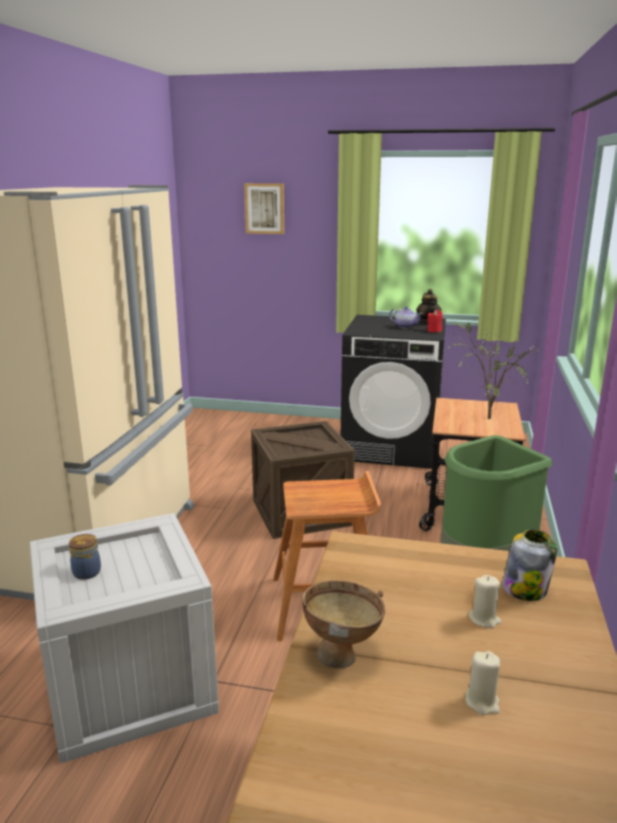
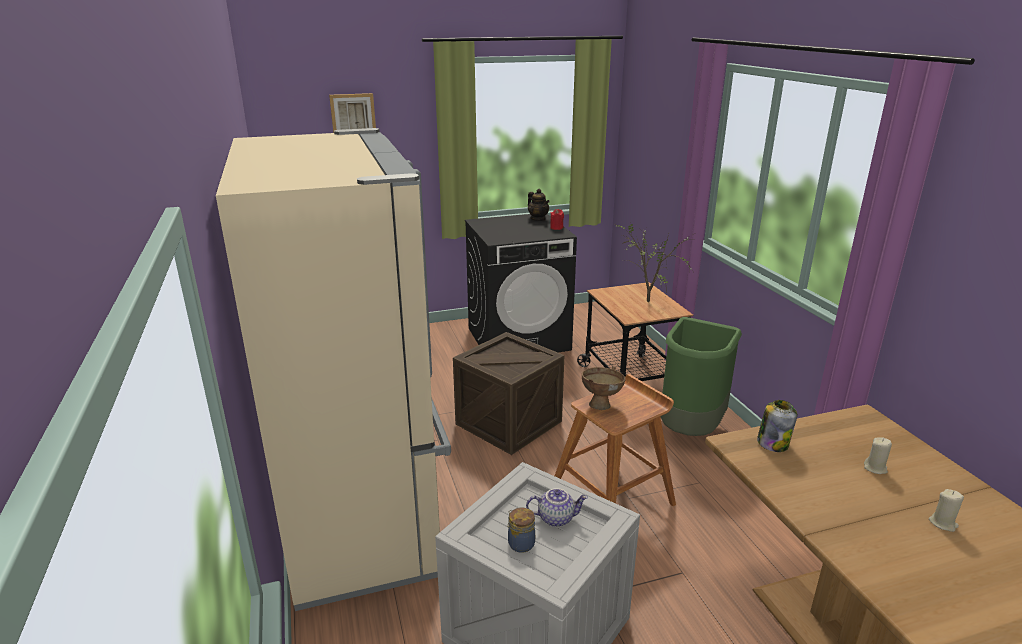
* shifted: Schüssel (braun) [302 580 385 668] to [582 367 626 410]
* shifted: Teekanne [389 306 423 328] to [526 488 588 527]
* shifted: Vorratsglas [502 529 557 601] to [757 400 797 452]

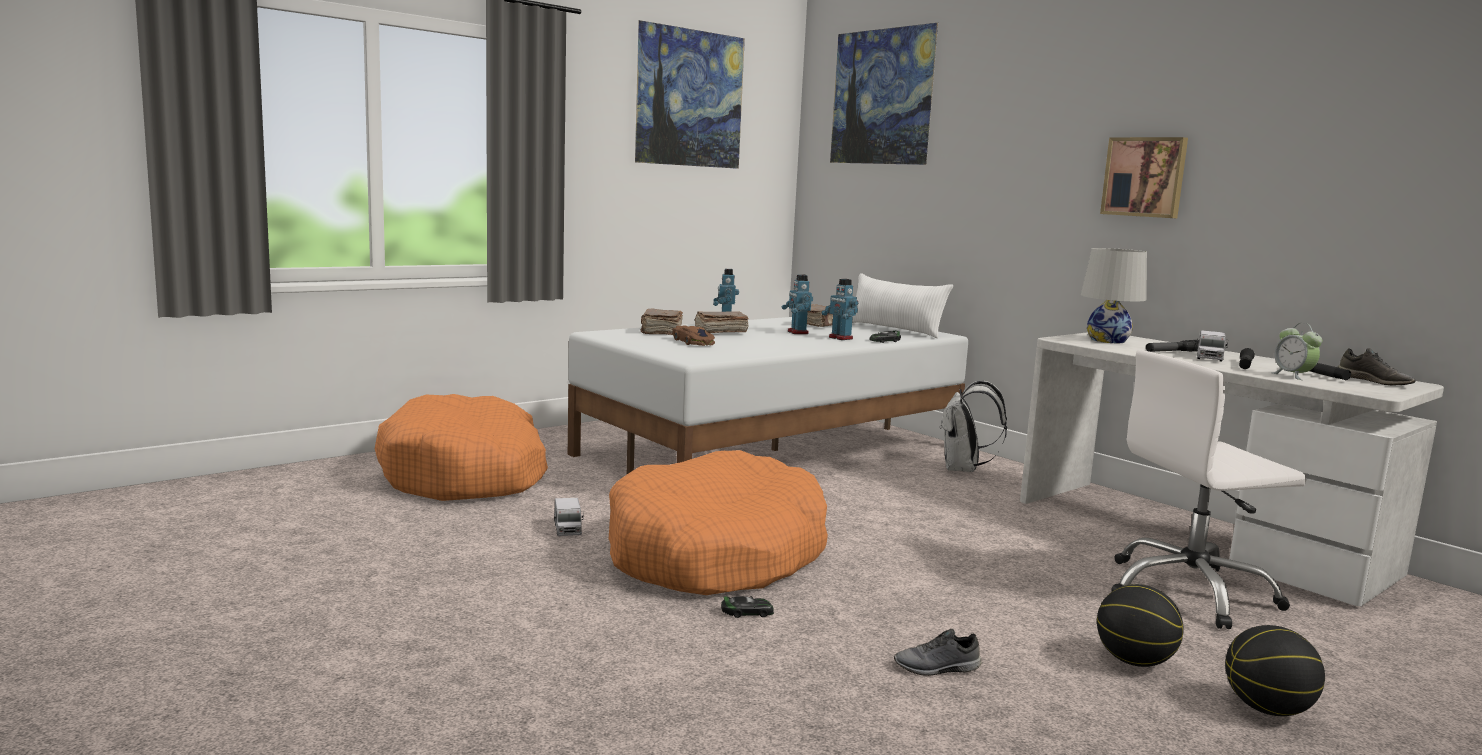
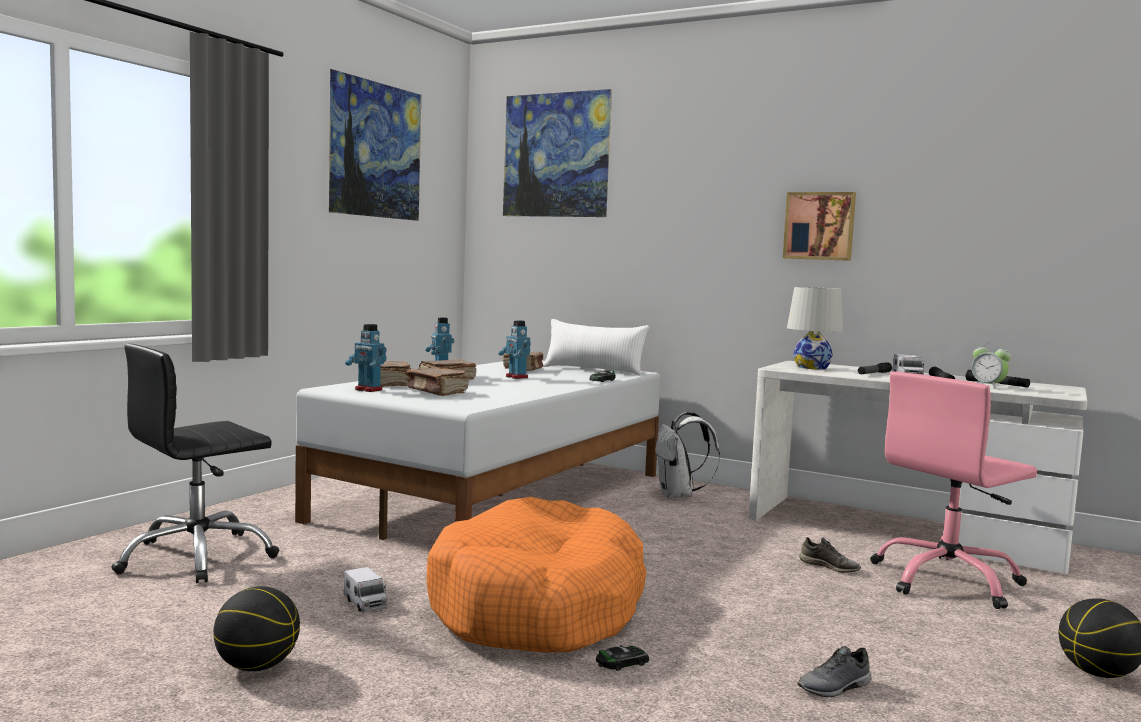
* shifted: Spielzeugroboter [822 279 858 340] to [345 324 386 392]
* shifted: Basketball [1097 584 1184 667] to [214 586 300 671]
* shifted: Schuh (grau) [1338 348 1416 385] to [799 537 861 573]
* swapped: Hundebett (orange) [375 394 548 501] to Bürostuhl (schwarz) [111 344 279 583]
* swapped: Spielzeugauto (braun) [672 326 715 346] to Buch (braun) [405 368 469 396]
* repainted: Bürostuhl (weiß) [1111 350 1307 629] to Bürostuhl (rosa) [870 371 1037 609]

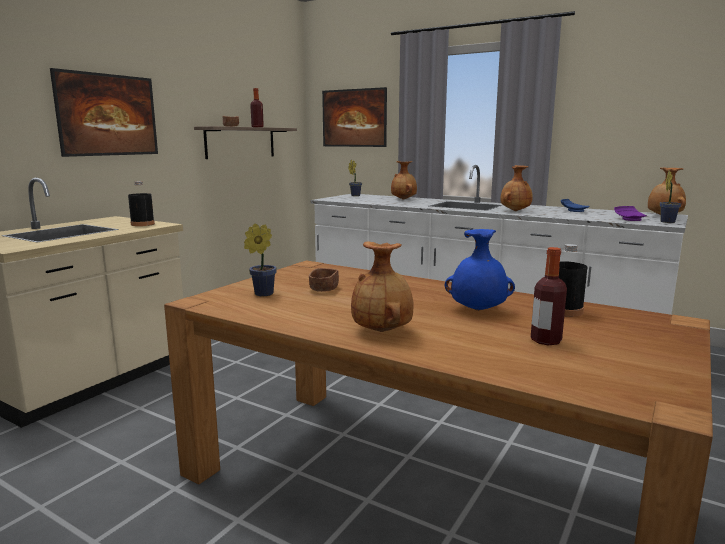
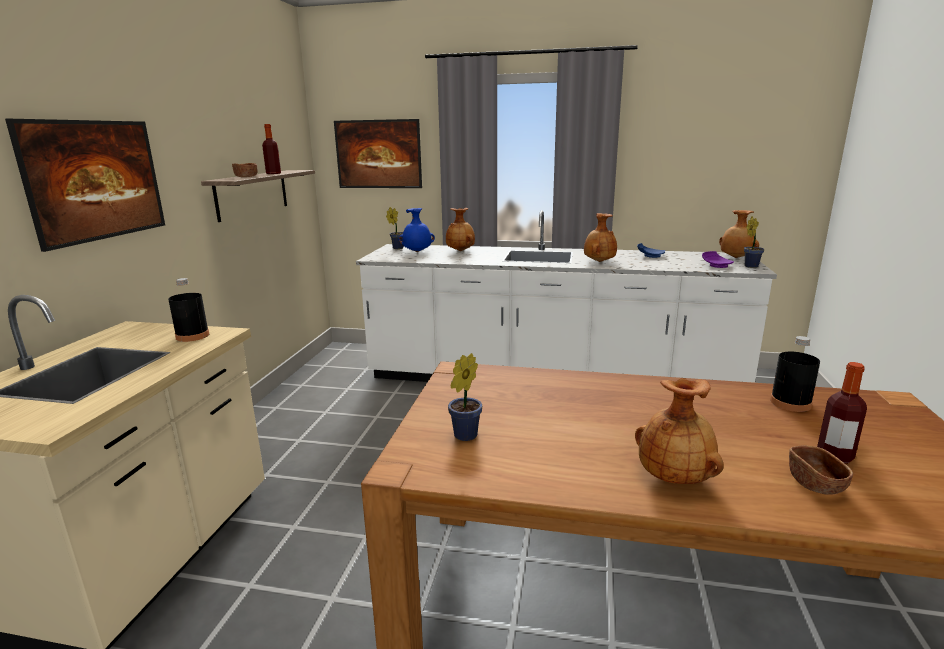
* shifted: Schüssel (braun) [309 268 339 292] to [789 446 853 495]
* shifted: Vase (blau) [445 229 515 311] to [399 208 435 252]

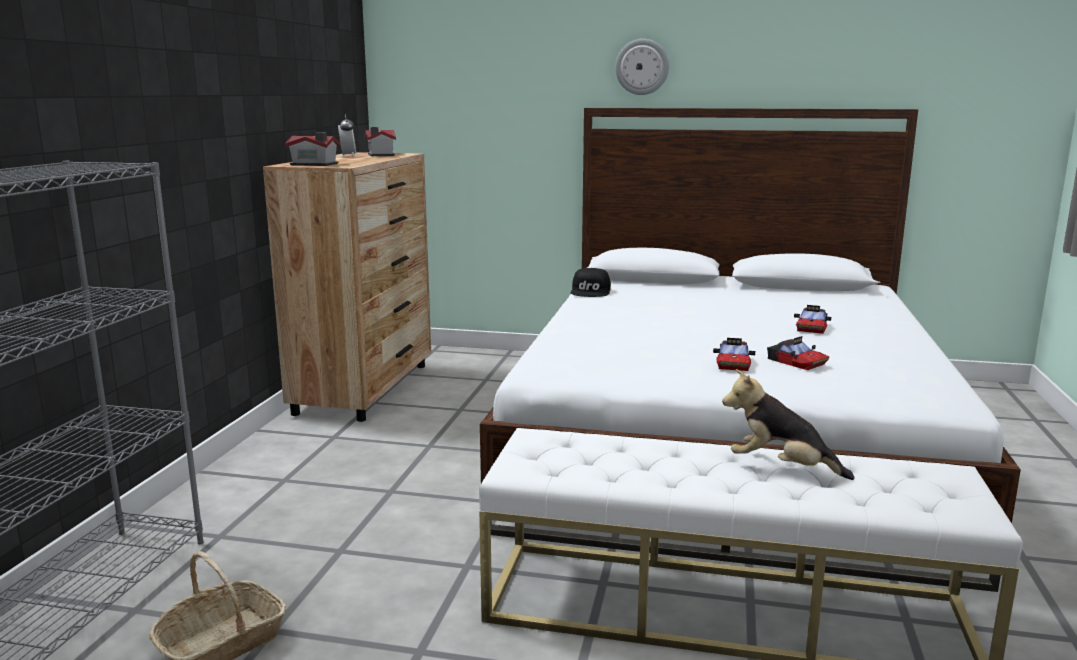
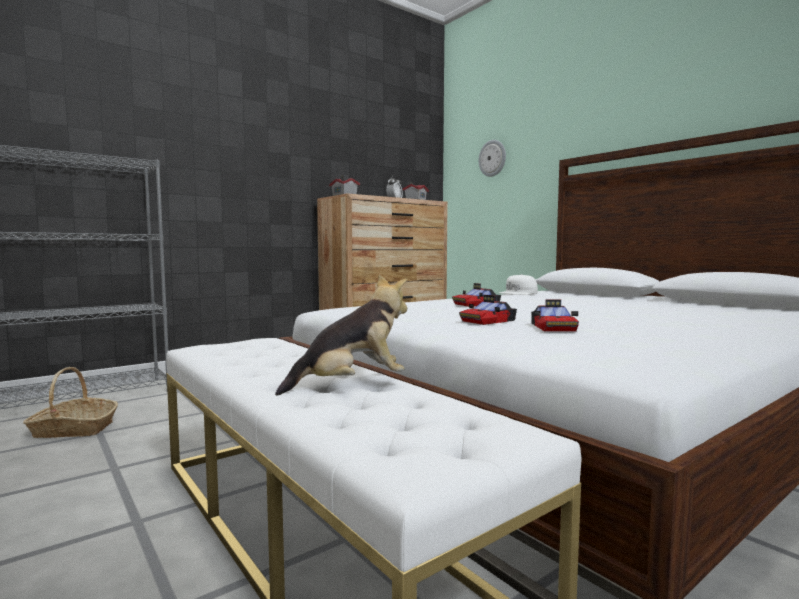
* shifted: Wanduhr [615 39 669 95] to [479 140 506 177]
* shifted: Spielzeugauto [794 305 831 334] to [452 283 501 307]
* repainted: Kappe (schwarz) [571 268 611 297] to Kappe (weiß) [499 274 538 295]
* rotated: Plüschtier [722 369 854 480] = [275 275 407 395] 90 degrees clockwise

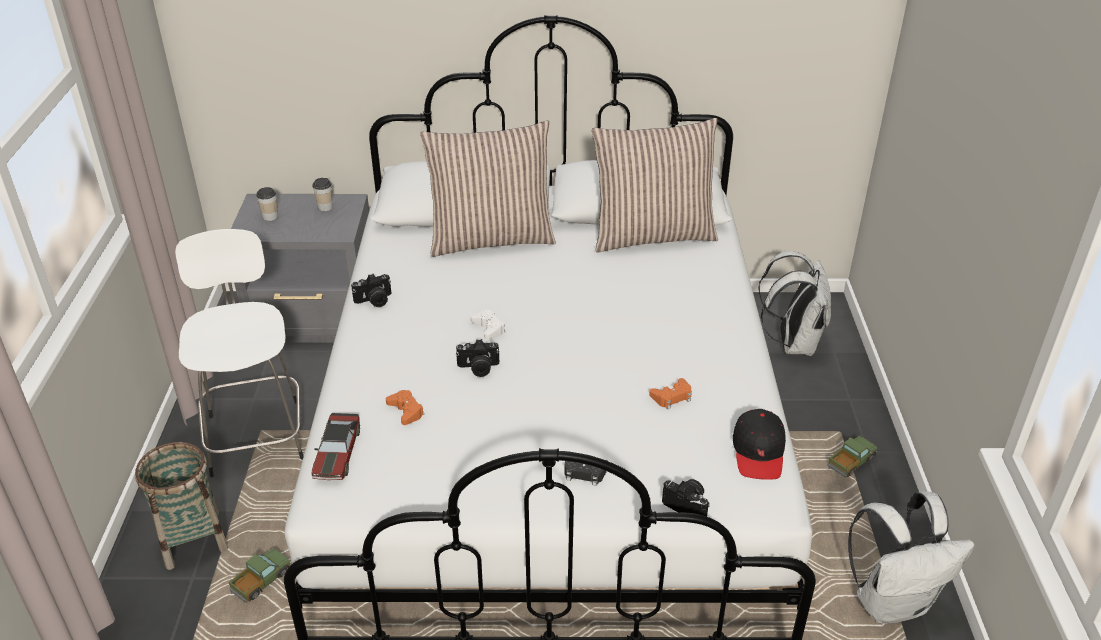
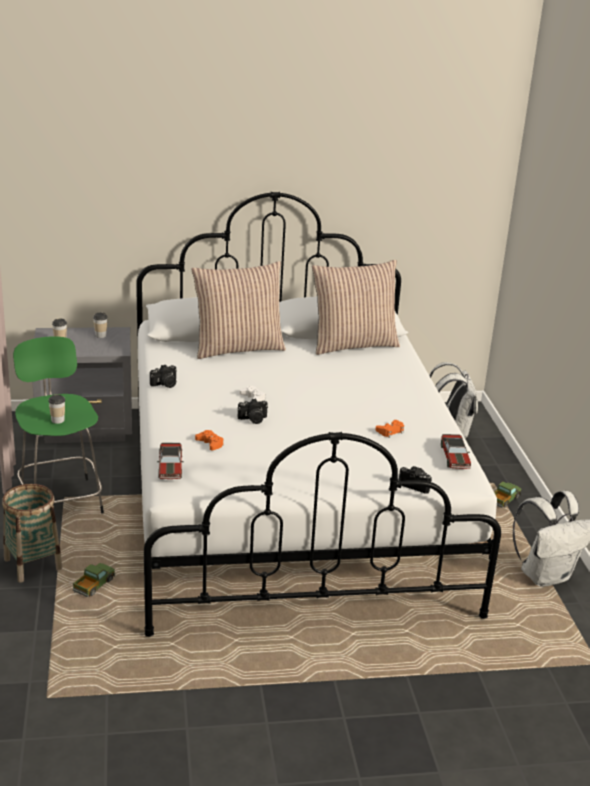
* gone: Gamepad (schwarz) [564 460 607 486]
* new: Tasse [48 395 65 424]
* swapped: Kappe (schwarz) [733 409 786 480] to Spielzeugauto [441 434 471 469]
* repainted: Hocker (weiß) [175 229 304 477] to Hocker (grün) [13 336 104 513]

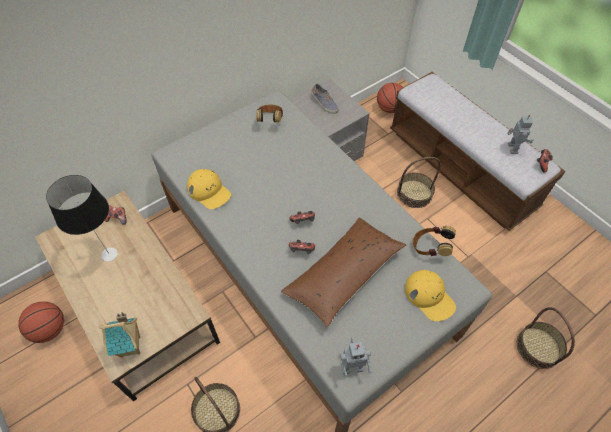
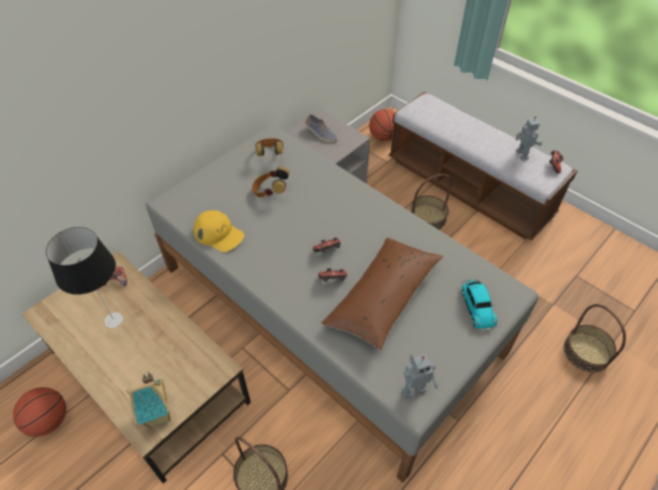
* shifted: Kopfhörer [413 226 456 256] to [252 166 289 197]
* swapped: Kappe (gelb) [405 270 456 321] to Spielzeugauto [460 279 497 331]

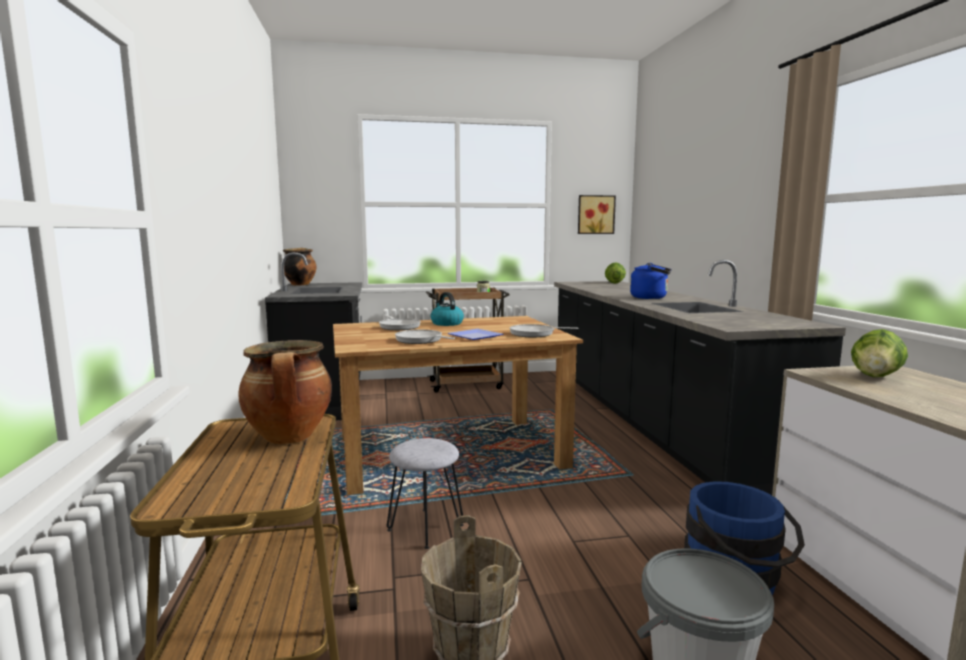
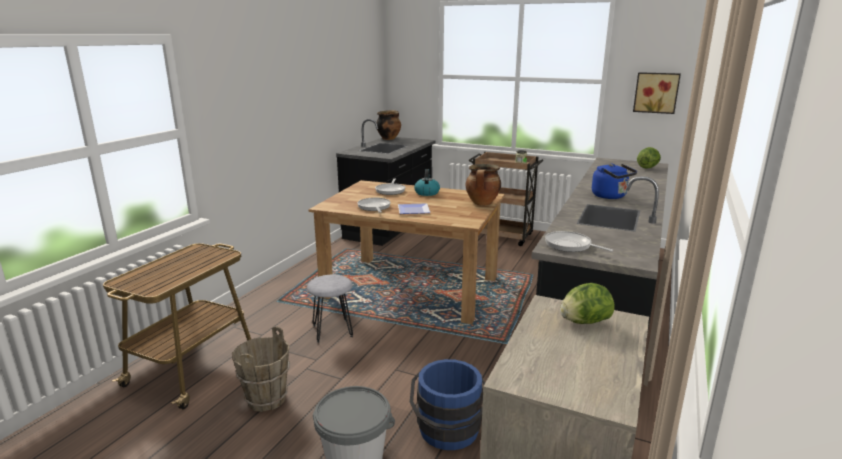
* shifted: Kochtopf [238 340 332 444] to [466 164 501 206]
* shifted: Pfanne [510 324 578 337] to [545 231 613 252]

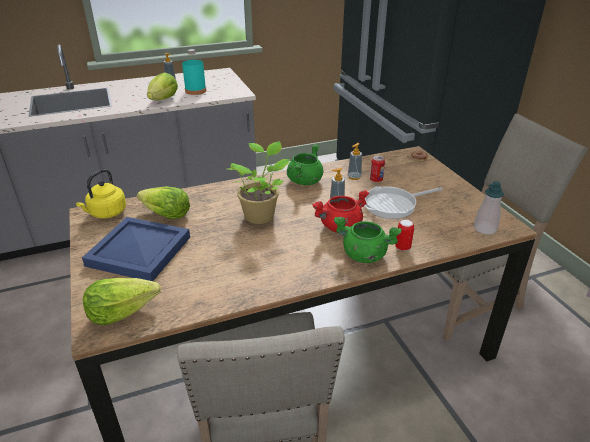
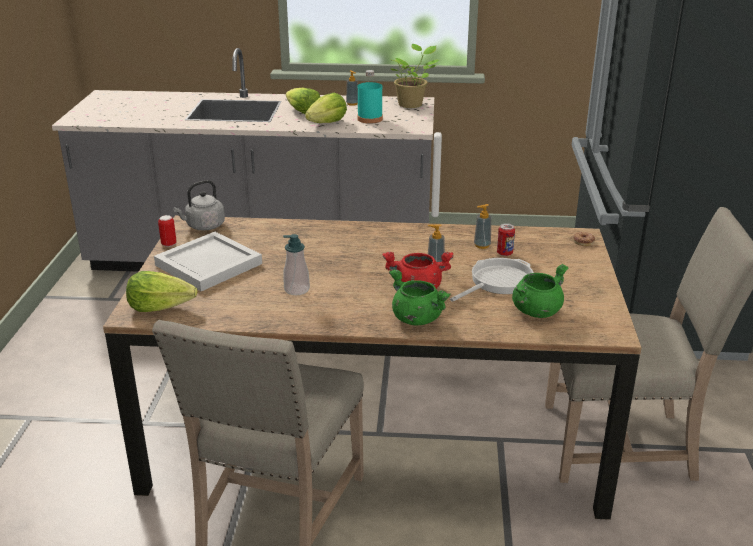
* shifted: Salatkopf [137 187 190 219] to [286 88 320 114]
* shifted: Topfpflanze [227 141 290 224] to [391 44 439 108]
* shifted: Kochtopf (grün) [287 144 323 185] to [512 264 568 318]
* shifted: Dose [395 220 414 251] to [158 215 177 247]
* shifted: Seifenspender [474 181 504 235] to [283 234 310 295]
* repainted: Wasserkessel (gelb) [76 169 126 219] to Wasserkessel (grau) [173 180 225 230]
* repainted: Tablett (blau) [82 217 190 281] to Tablett (weiß) [154 232 262 291]
* rotated: Pfanne [364 186 443 219] = [450 258 534 302] 135 degrees clockwise

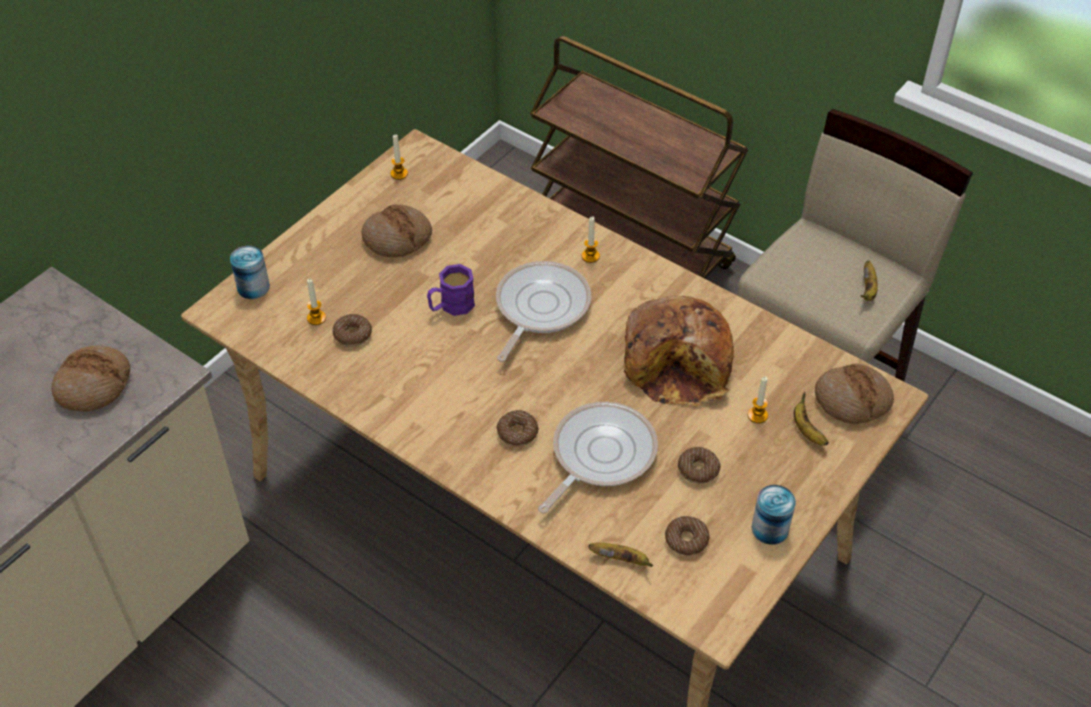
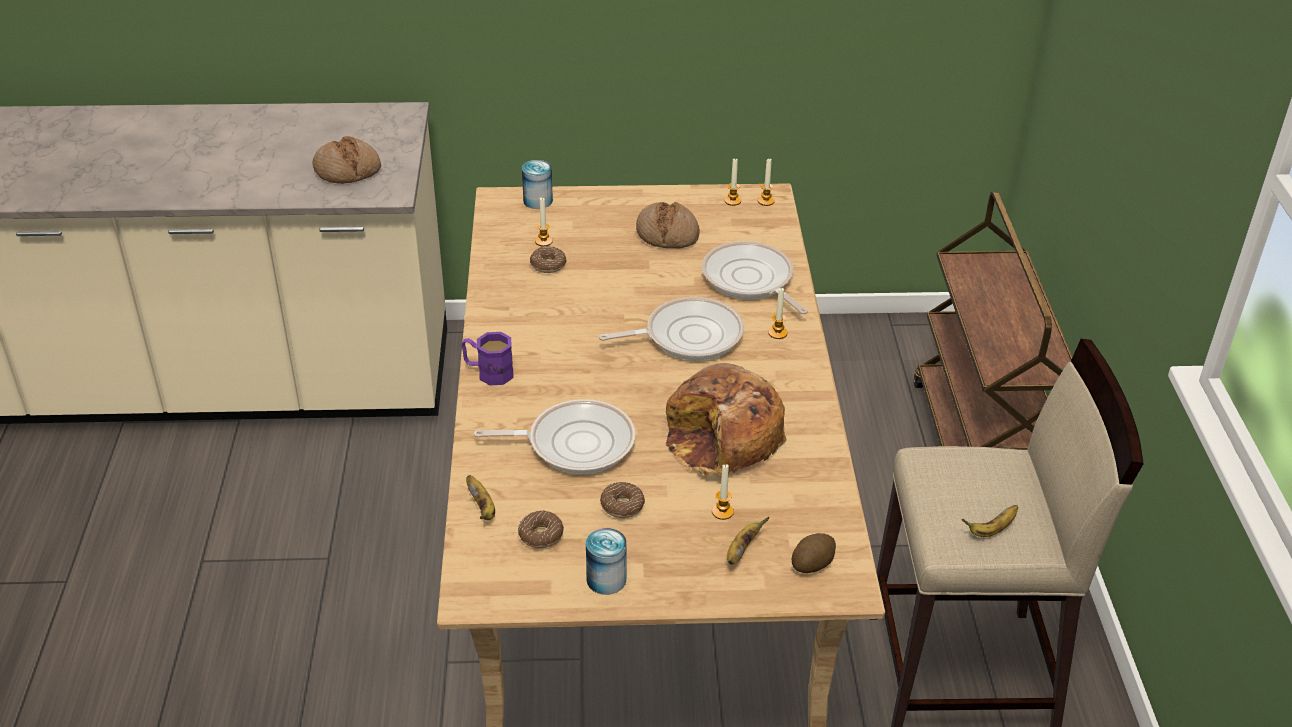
* gone: Donut [496 410 539 447]
* new: Pfanne [702 241 808 314]
* new: Kerze [758 159 775 206]
* shifted: Henkelbecher (lila) [427 264 475 316] to [462 332 514 386]
* swapped: Brot [815 364 894 424] to Kartoffel [792 533 836 573]

